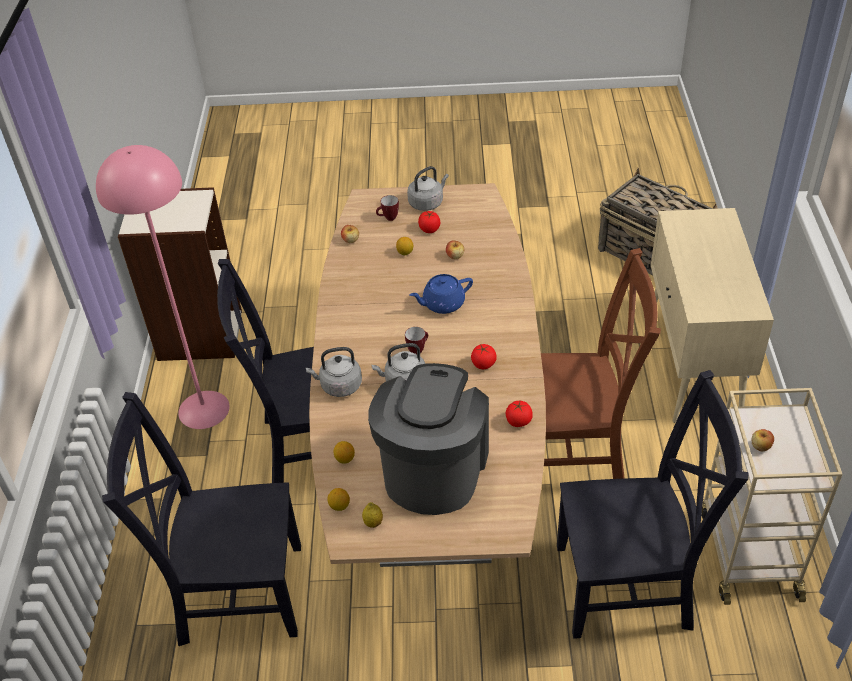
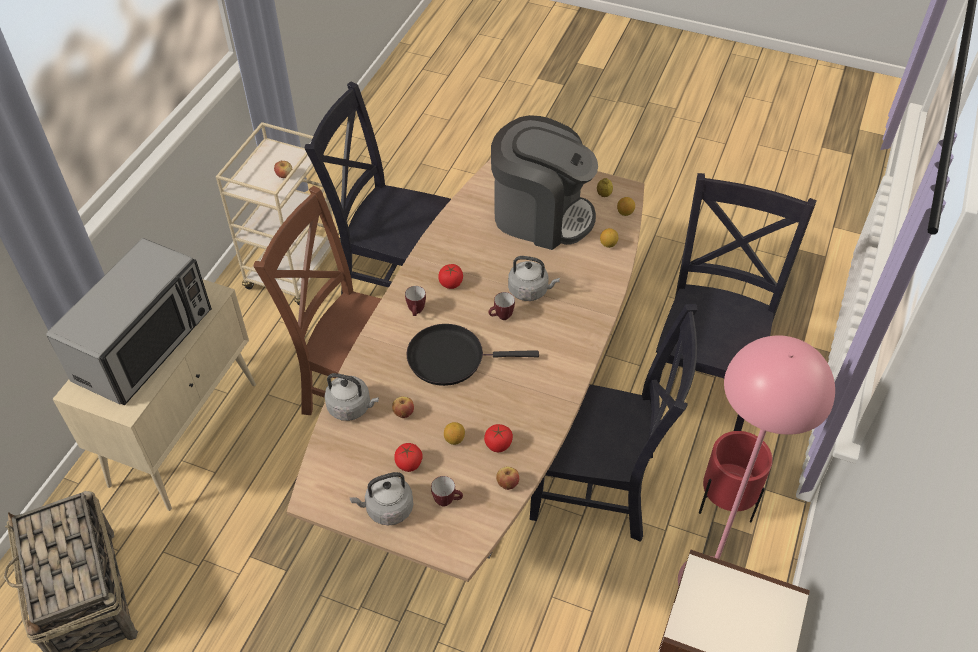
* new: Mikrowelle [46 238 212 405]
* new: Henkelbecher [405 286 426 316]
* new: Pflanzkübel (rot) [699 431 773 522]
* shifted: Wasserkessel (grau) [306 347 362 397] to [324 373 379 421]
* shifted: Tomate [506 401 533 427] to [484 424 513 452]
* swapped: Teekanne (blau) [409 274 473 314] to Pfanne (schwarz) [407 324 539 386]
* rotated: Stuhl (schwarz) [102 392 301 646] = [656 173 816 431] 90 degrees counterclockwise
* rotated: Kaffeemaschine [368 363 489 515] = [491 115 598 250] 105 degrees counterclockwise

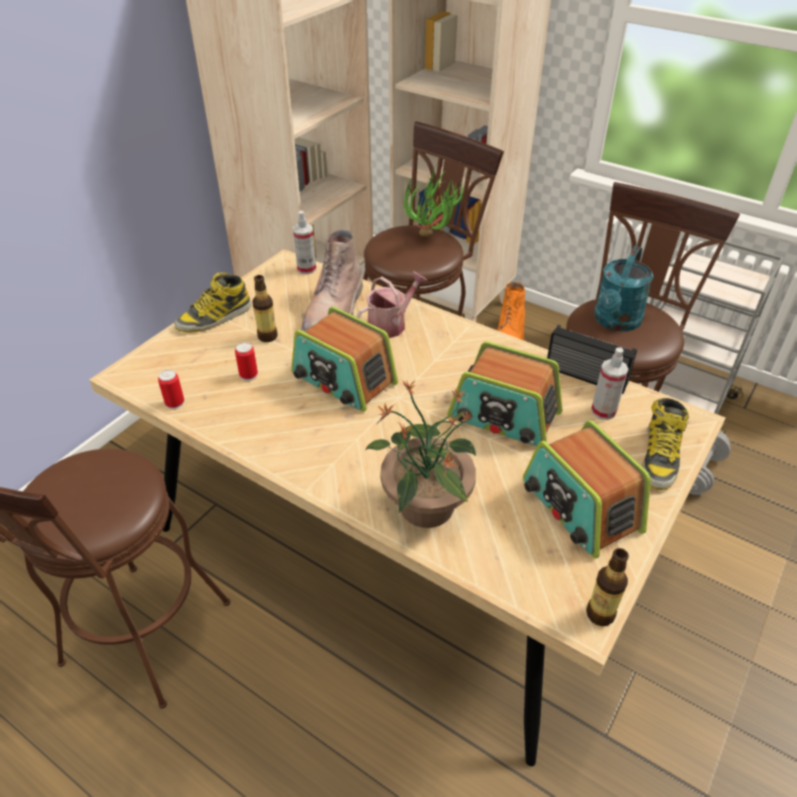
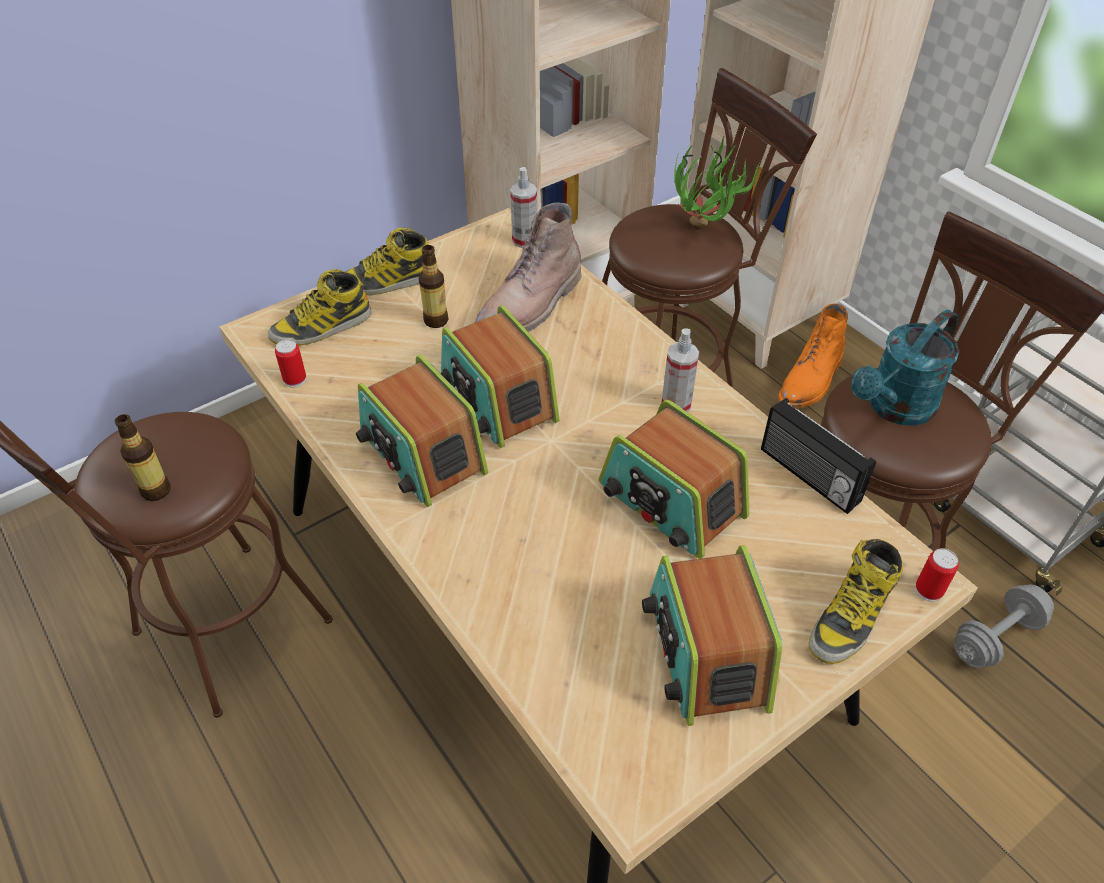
* gone: Gießkanne [356 272 428 338]
* gone: Topfpflanze [365 380 476 528]
* new: Stiefel [268 269 371 346]
* new: Radio [356 355 488 507]
* shifted: Dose [235 342 258 381] to [915 548 959 602]
* shifted: Flasche [586 548 629 626] to [115 414 171 501]
* shifted: Sprühflasche [591 347 628 420] to [662 328 699 412]

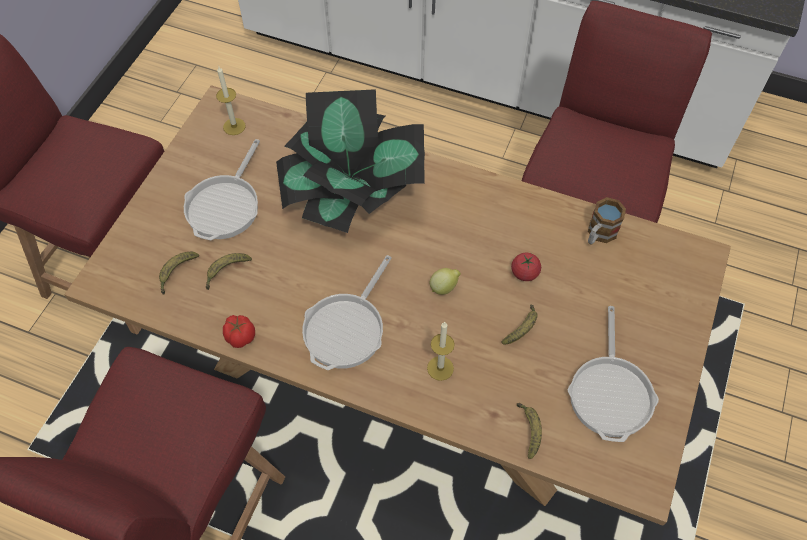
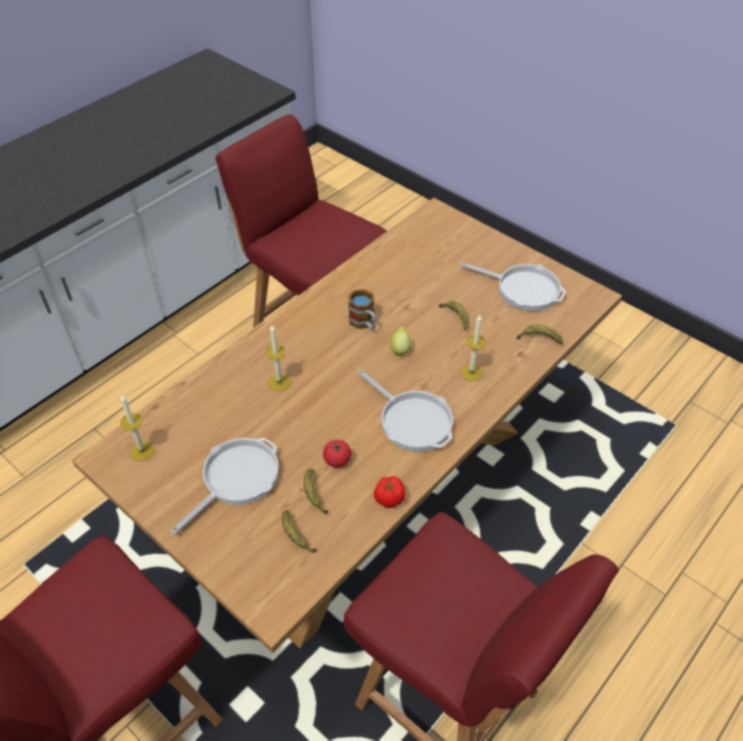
* shifted: Tomate [511 253 541 281] to [323 440 352 467]
* shifted: Henkelbecher [588 197 626 245] to [348 289 376 330]
* swapped: Topfpflanze [276 89 425 233] to Kerze [266 325 291 391]
* rotated: Pfanne [184 139 260 240] = [170 437 279 535] 90 degrees counterclockwise

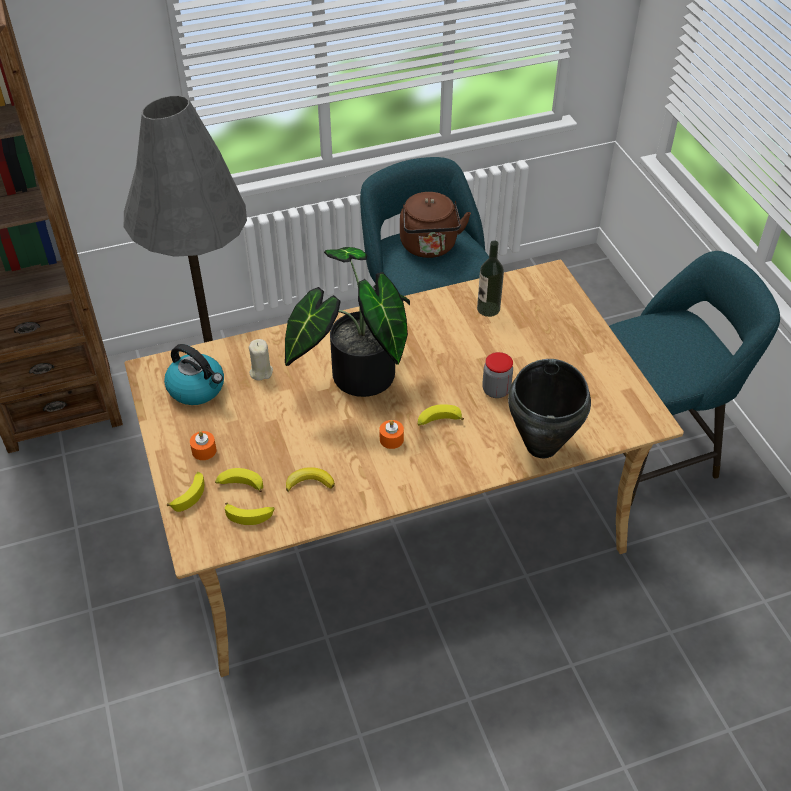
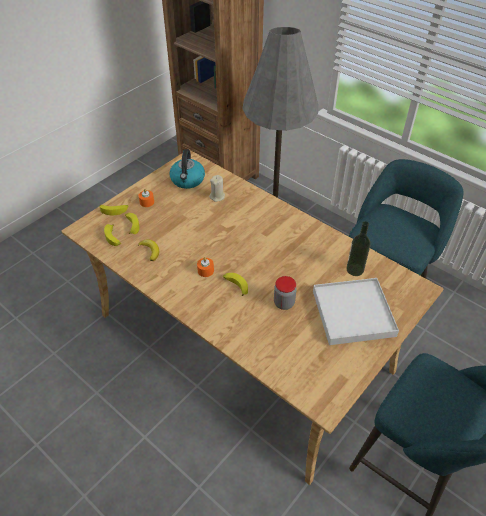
* gone: Topfpflanze [285 247 410 397]
* gone: Wasserkessel (braun) [400 192 471 258]
* gone: Kochtopf (schwarz) [508 359 591 458]
* new: Tablett (weiß) [313 278 399 345]

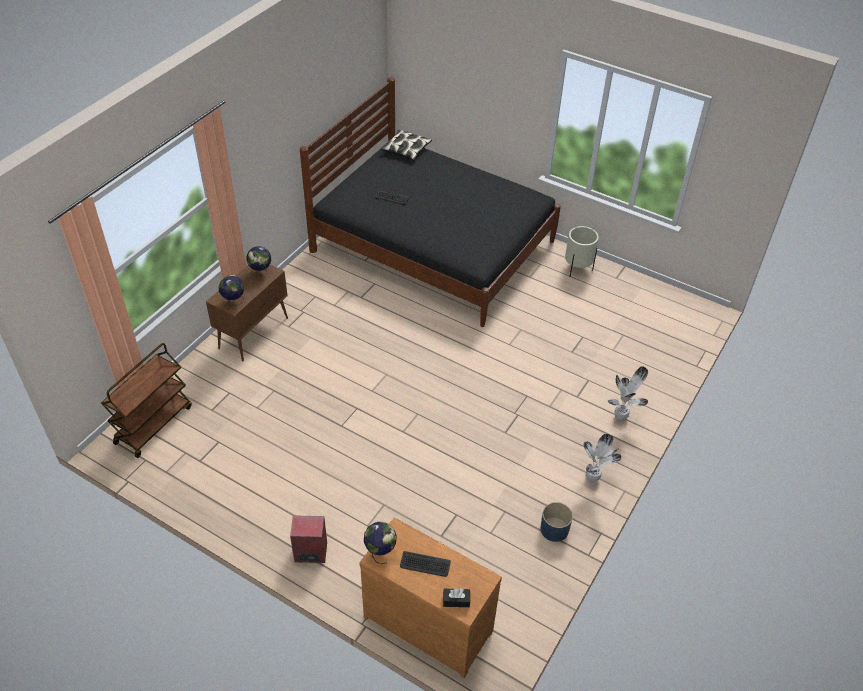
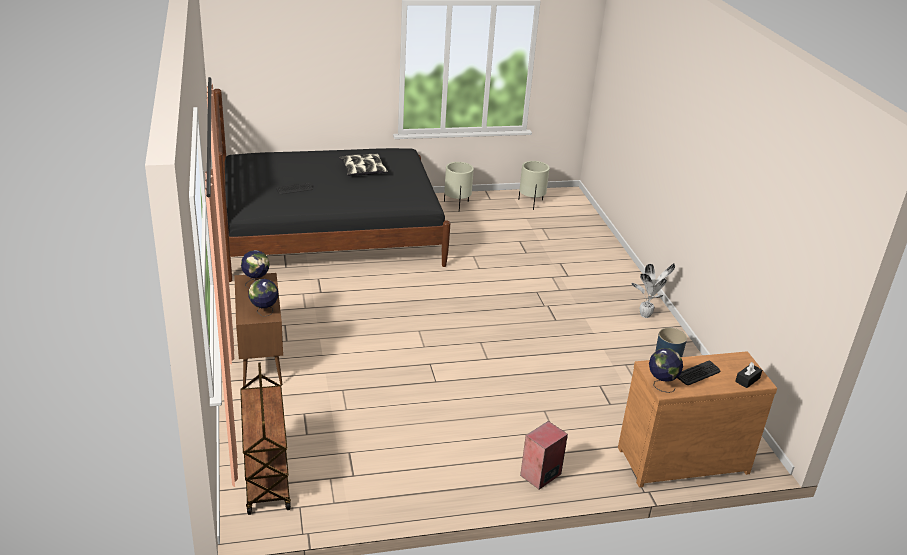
* gone: Topfpflanze [608 366 648 422]
* new: Pflanzkübel (beige) [518 161 549 210]
* shifted: Kissen [380 129 432 160] to [339 153 388 176]

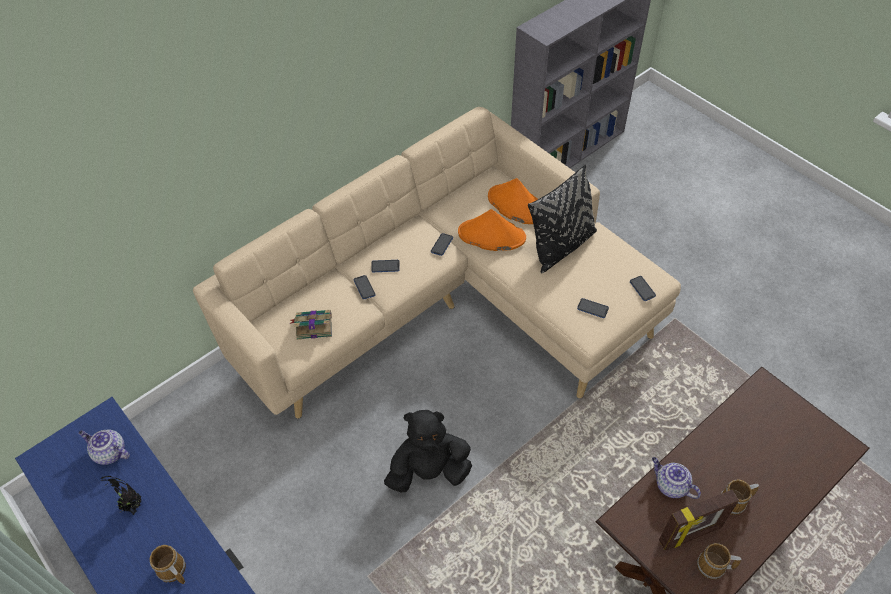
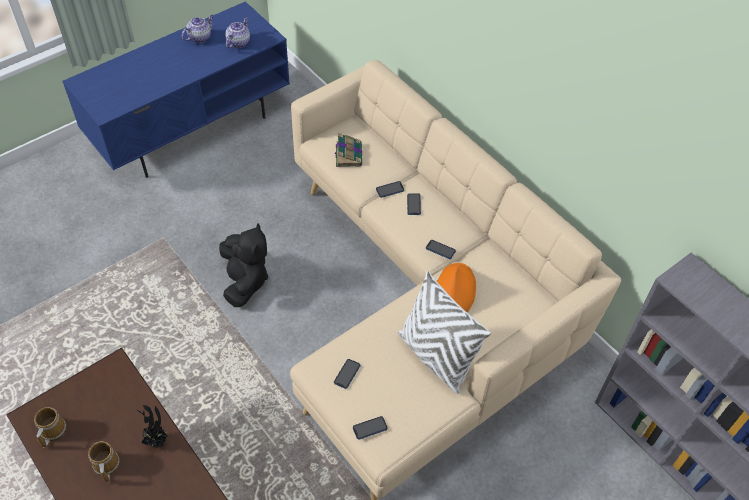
* gone: Henkelbecher [150 545 186 584]
* gone: Hut (orange) [488 178 538 224]
* gone: Bilderrahmen [659 490 739 550]
* shifted: Topfpflanze [100 476 142 515] to [137 405 167 448]
* shifted: Teekanne [652 457 701 499] to [182 15 214 43]
* repainted: Kissen (schwarz) [528 165 597 274] to Kissen (weiß) [398 271 491 394]

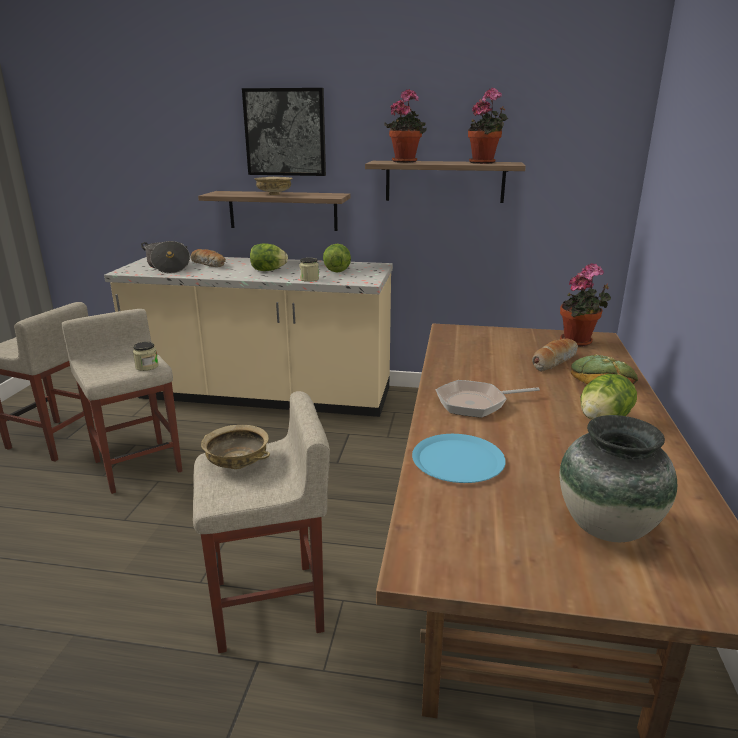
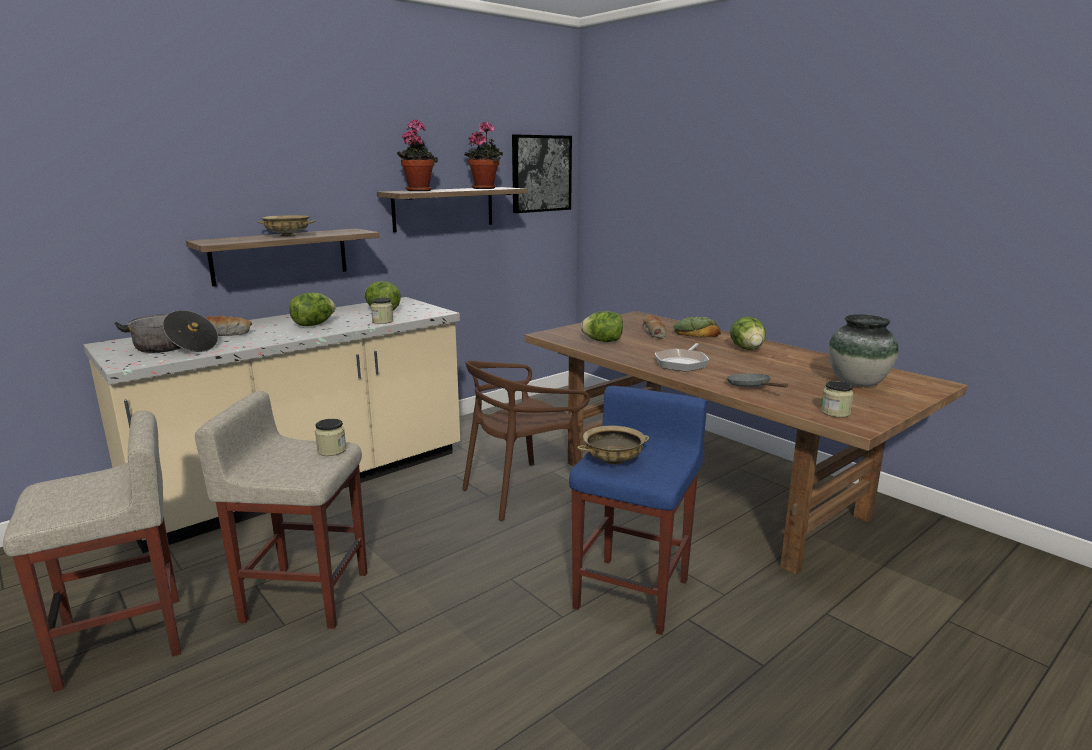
* gone: Topfpflanze [560 263 611 346]
* new: Stuhl (braun) [462 361 590 521]
* new: Salatkopf [581 311 623 342]
* new: Vorratsglas [821 381 854 417]
* shifted: Bild [242 88 326 176] to [512 134 572 213]
* swapped: Teller (blau) [412 434 506 483] to Pfanne (grau) [727 373 788 387]
* repainted: Hocker (beige) [193 391 330 653] to Hocker (blau) [569 386 707 635]

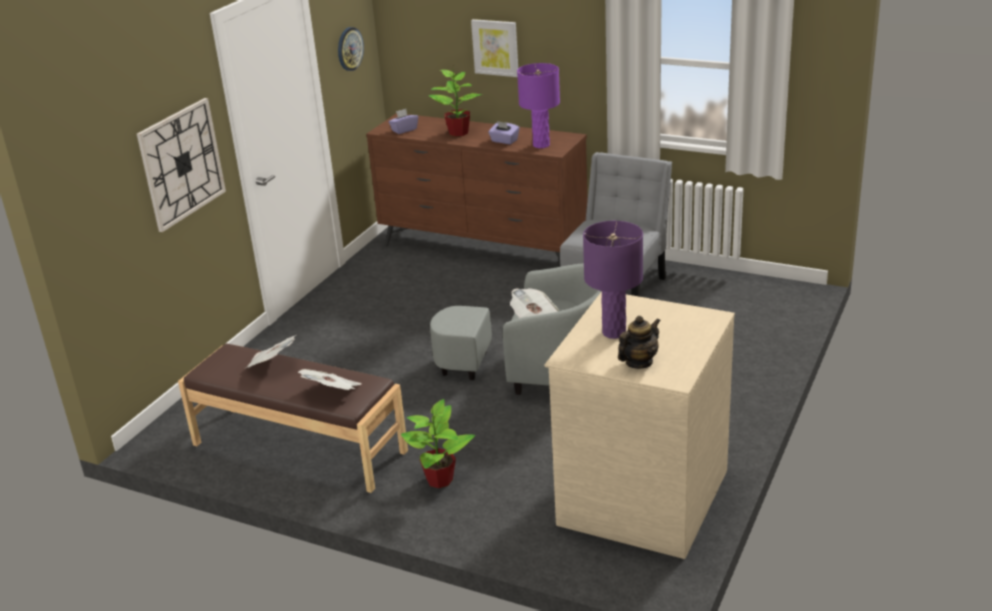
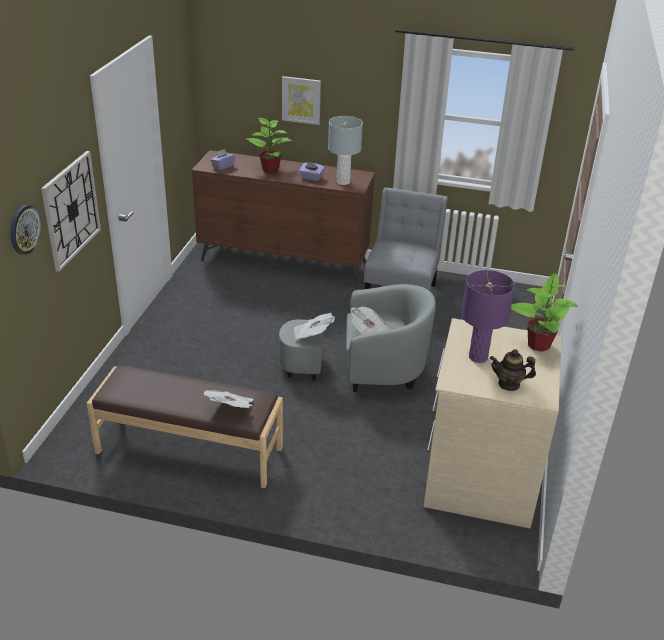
* shifted: Zeitung [246 335 296 368] to [294 313 335 340]
* shifted: Wanduhr [338 27 364 71] to [11 205 41 255]
* shifted: Topfpflanze [401 399 475 488] to [511 273 578 352]
* repainted: Tischlampe (lila) [517 63 560 148] to Tischlampe (grau) [328 116 363 185]
* rotated: Teekanne [618 316 661 369] = [490 349 536 391] 120 degrees counterclockwise

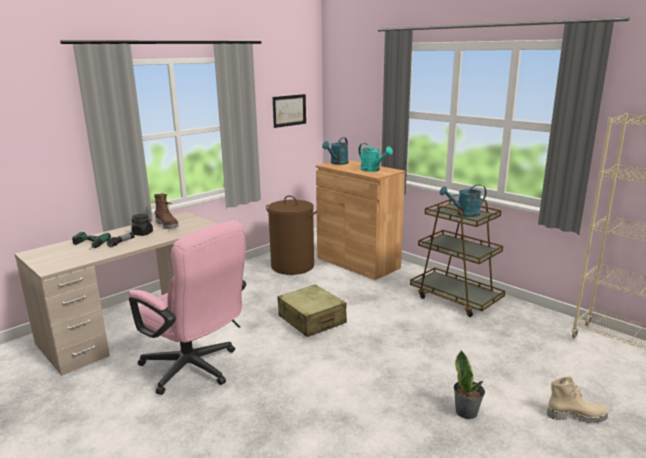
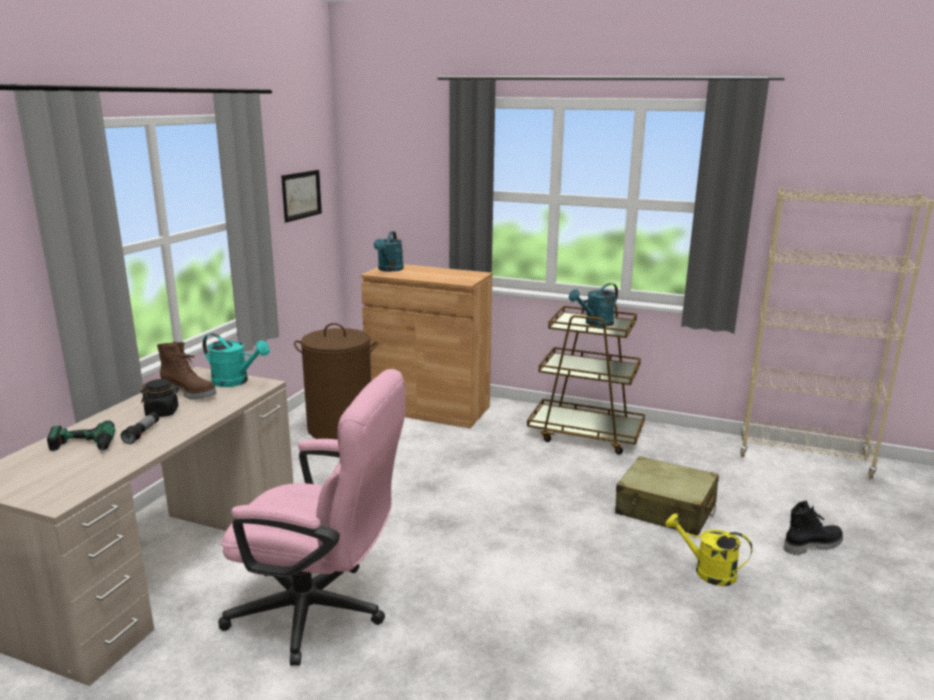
* shifted: Koffer (beige) [277 284 347 337] to [615 456 719 536]
* shifted: Gießkanne (türkis) [359 143 393 172] to [203 333 270 387]
* swapped: Topfpflanze [454 350 485 419] to Gießkanne (gelb) [665 514 752 586]
* repainted: Stiefel (beige) [547 377 608 423] to Stiefel (schwarz) [784 500 843 555]

